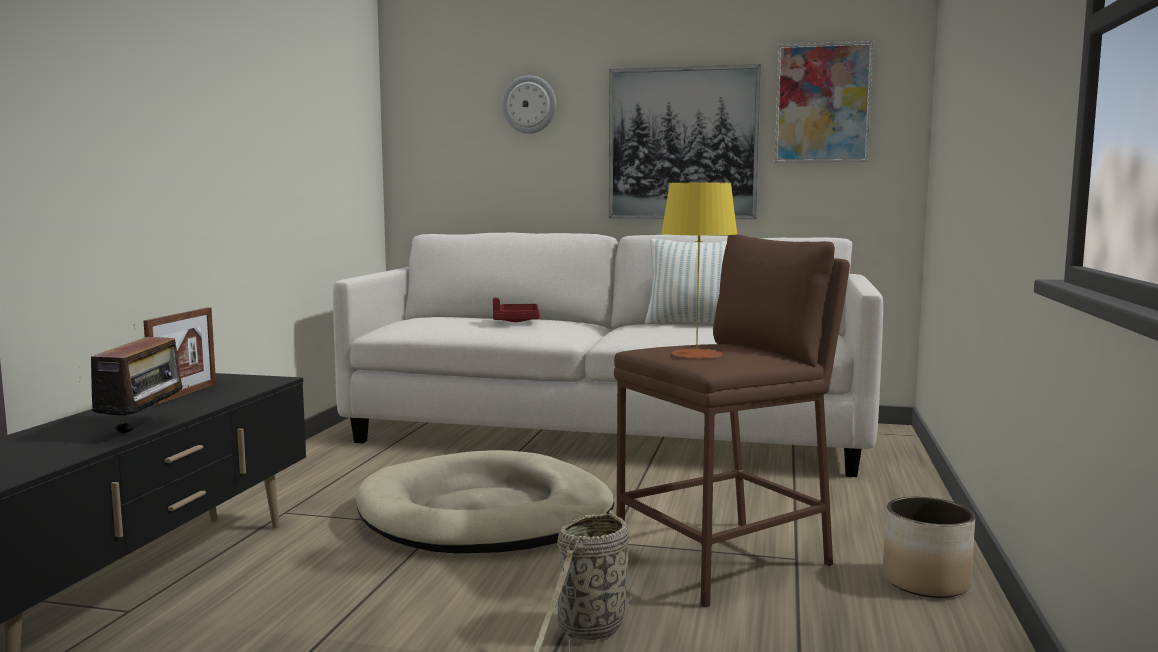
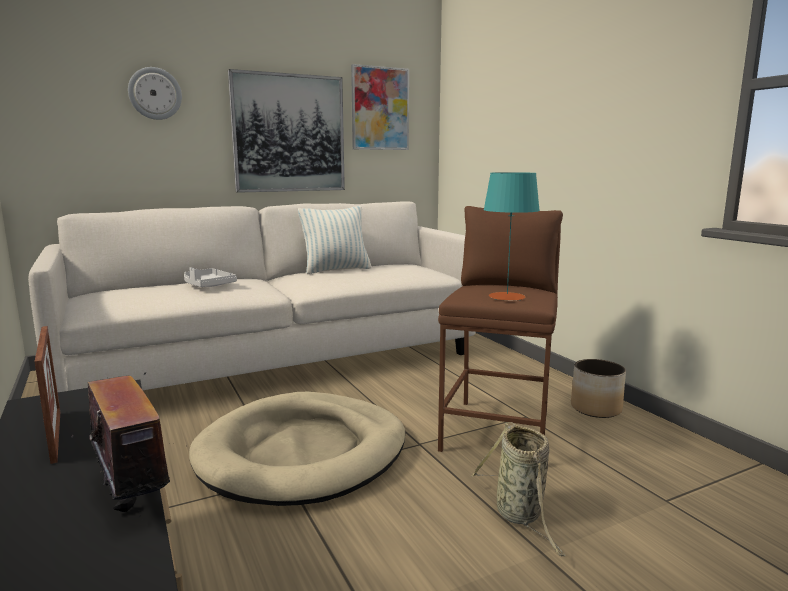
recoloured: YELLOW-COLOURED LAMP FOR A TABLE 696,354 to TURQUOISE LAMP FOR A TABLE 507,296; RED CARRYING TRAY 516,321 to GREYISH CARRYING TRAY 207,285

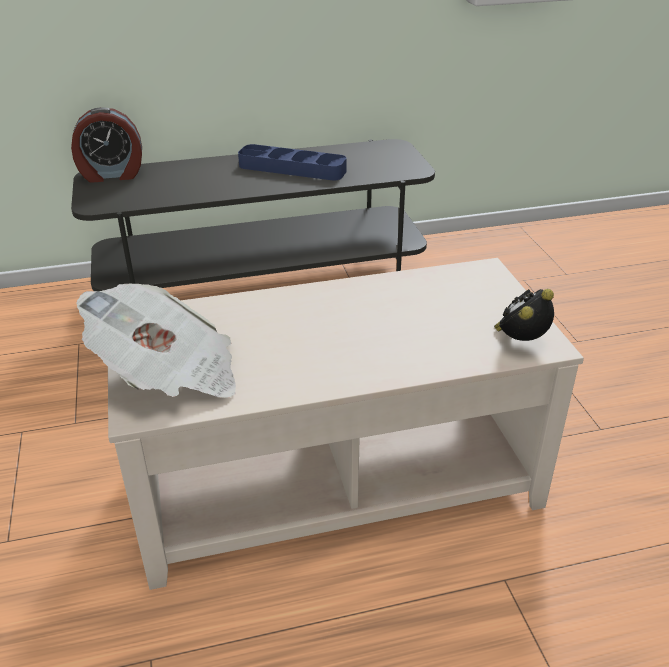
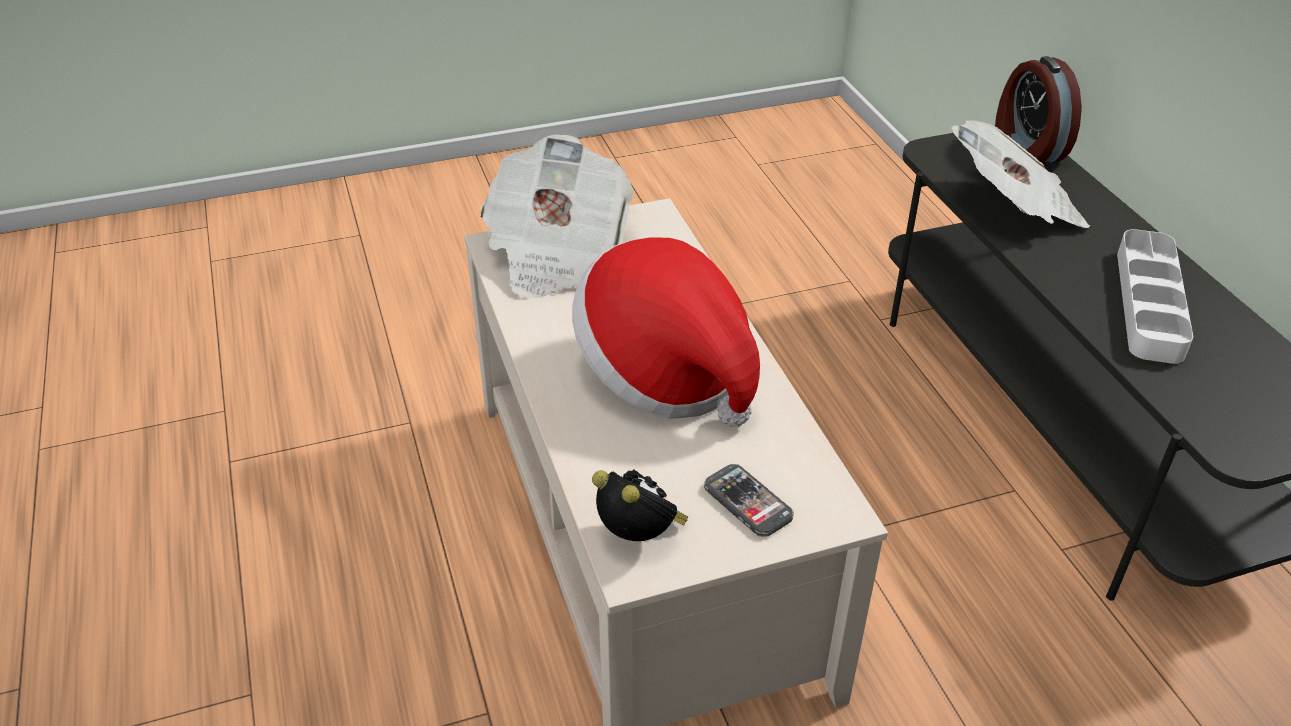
added: DAILY PAPER 1013,208; HAT 665,373; TELEPHONE 747,502
recoloured: BLUISH CARRYING TRAY 292,168 to WHITISH CARRYING TRAY 1149,302

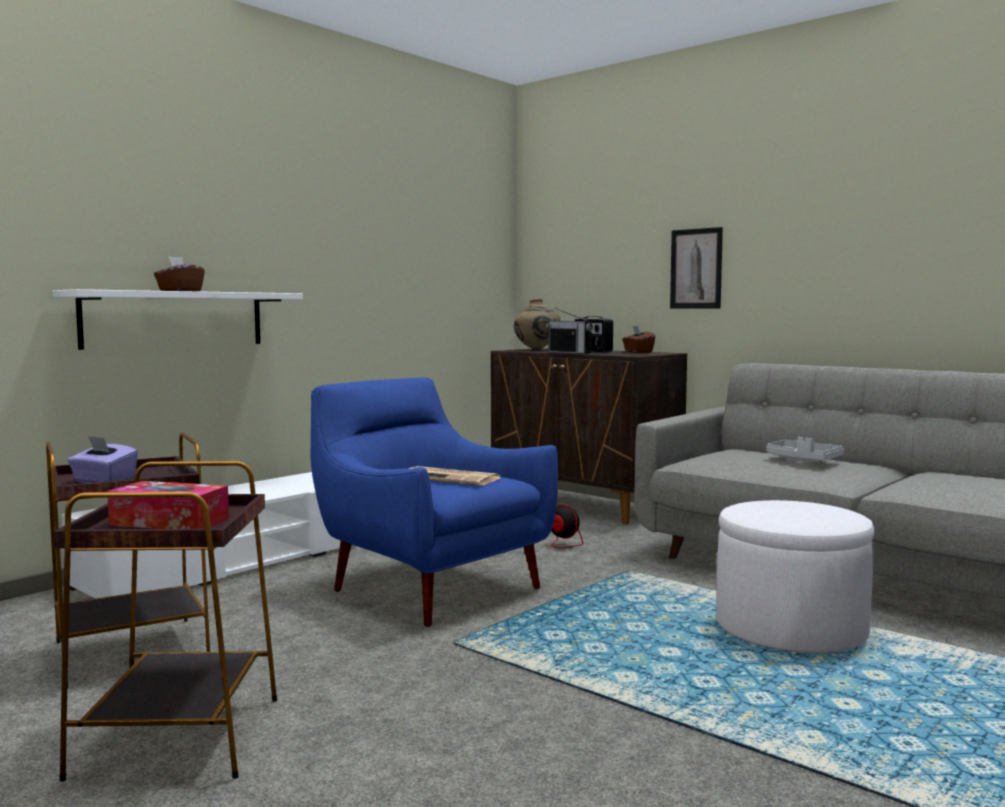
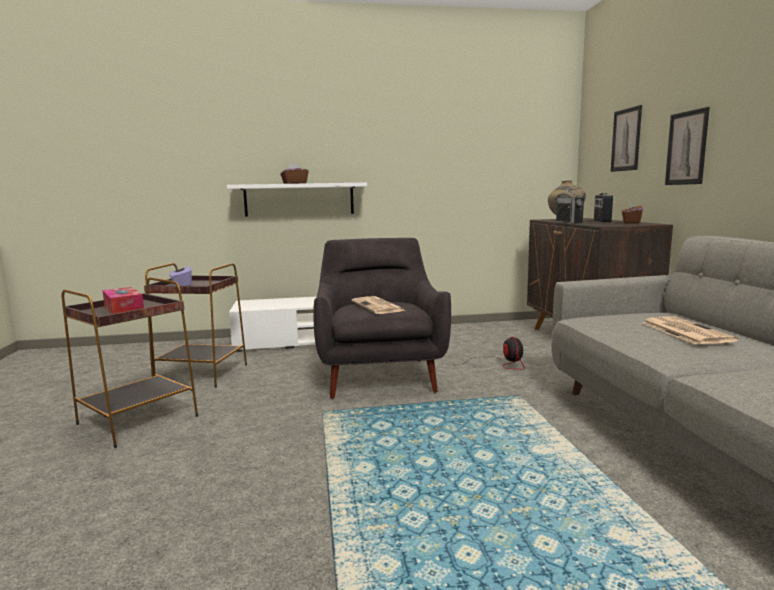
removed: WHITISH OTTOMAN 790,629
added: PICTURE 626,140
replaced: GREYISH CARRYING TRAY 803,460 to DAILY PAPER 684,331
recoloured: BLUISH EASY CHAIR 430,587 to GREYISH EASY CHAIR 379,375

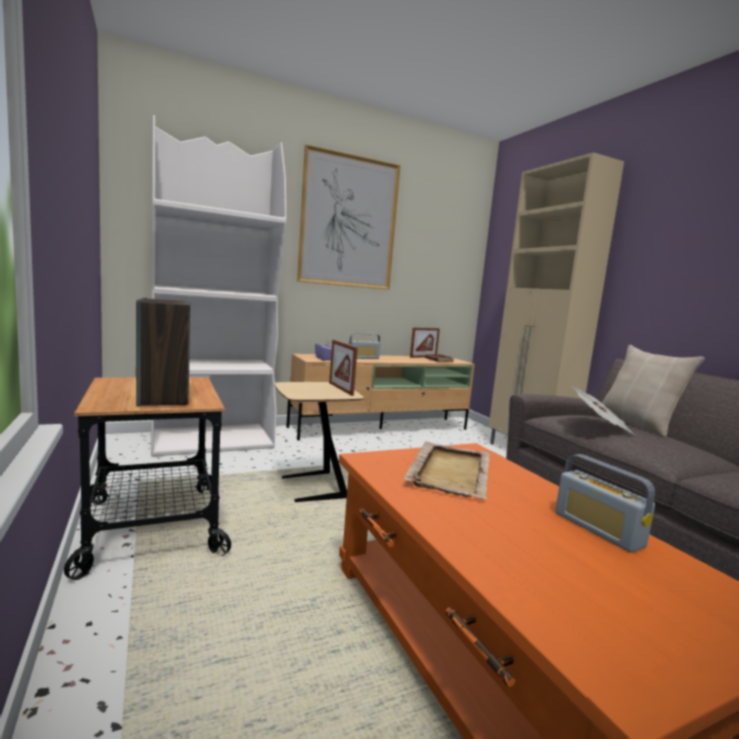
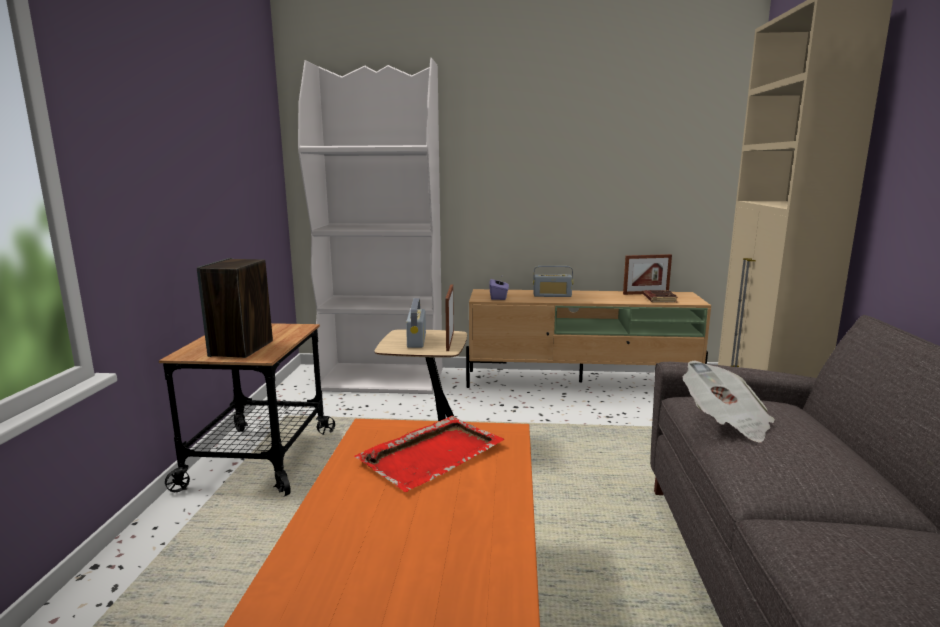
removed: PICTURE 349,222; SAND-COLOURED PILLOW 638,424
moved: RADIO 598,529 to 416,340
recoloured: SAND-COLOURED CARRYING TRAY 450,471 to RED CARRYING TRAY 433,454

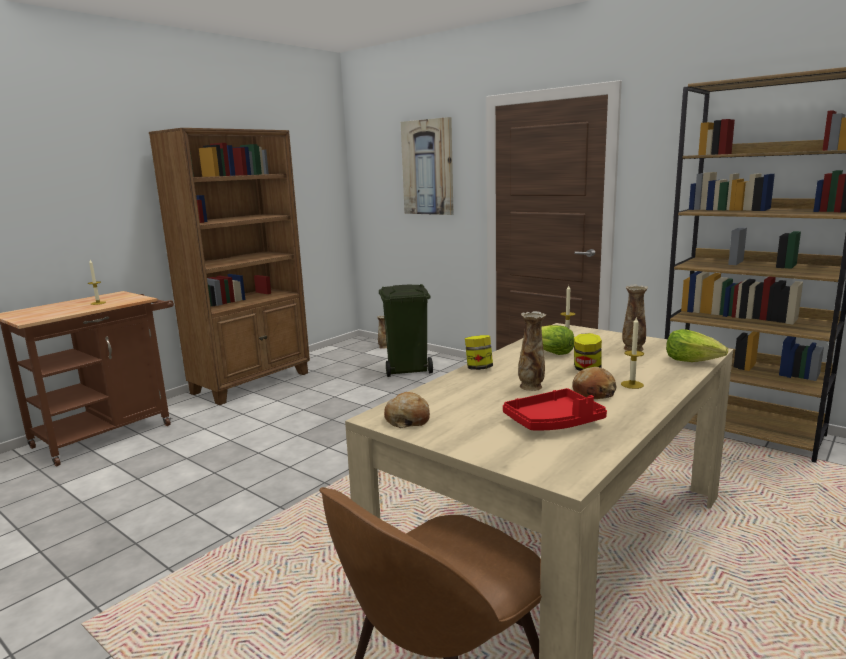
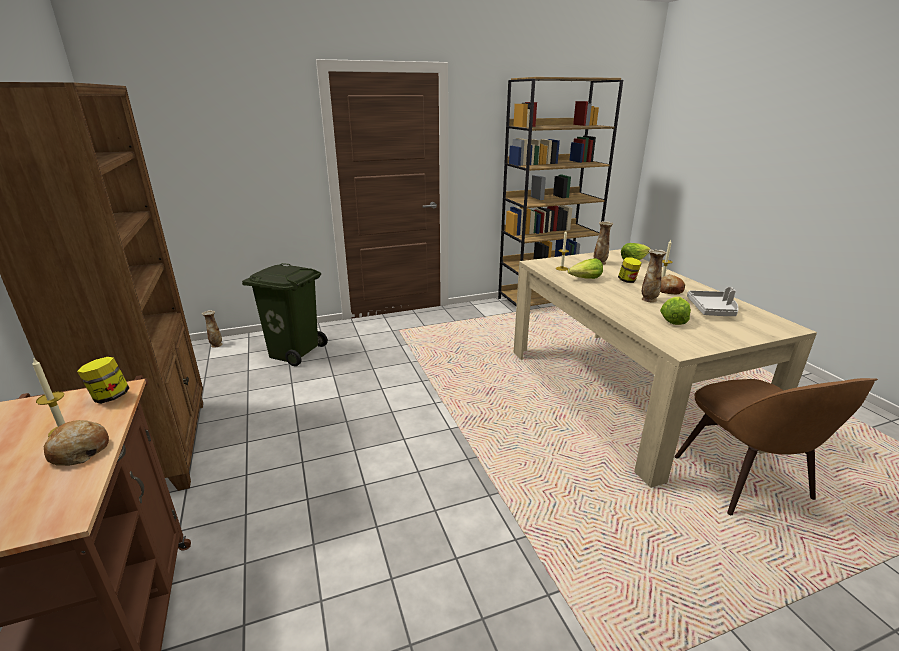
removed: PICTURE 428,167
added: LETTUCE 673,320
moved: JAR 479,368 to 110,397; BREAD 407,419 to 79,450
recoloured: RED CARRYING TRAY 554,422 to GREYISH CARRYING TRAY 712,310

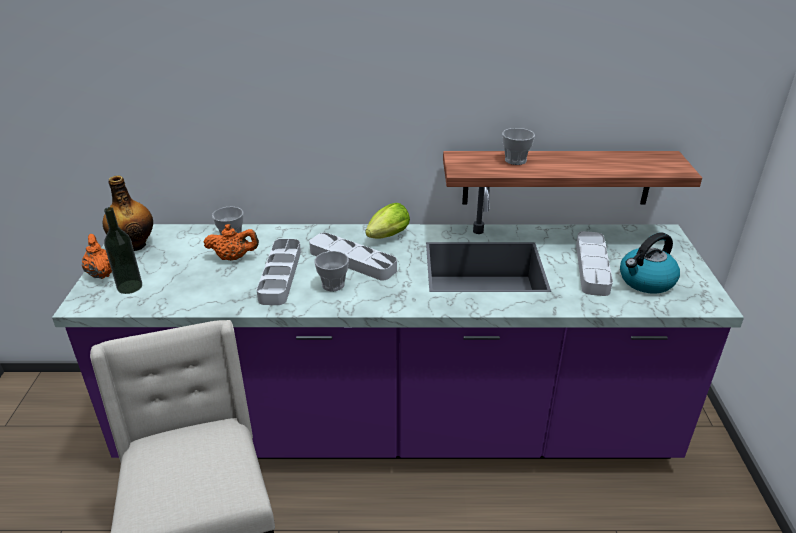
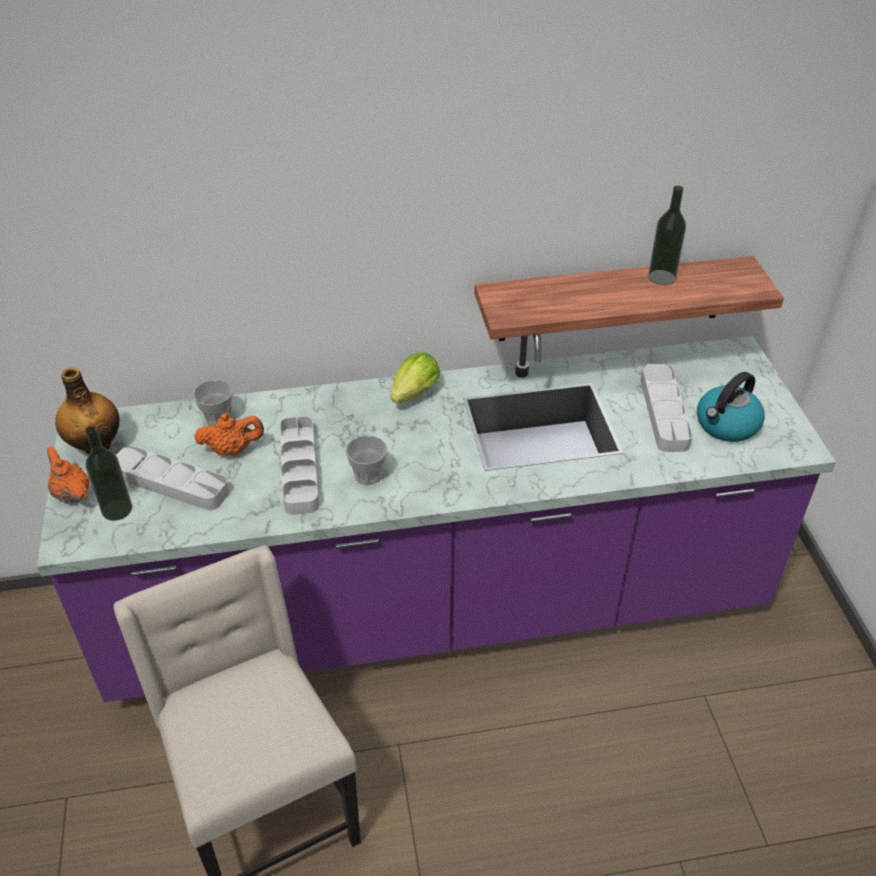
removed: DRINKING CUP 515,160
added: BOTTLE 661,277
moved: GREYISH CARRYING TRAY 352,261 to 171,483

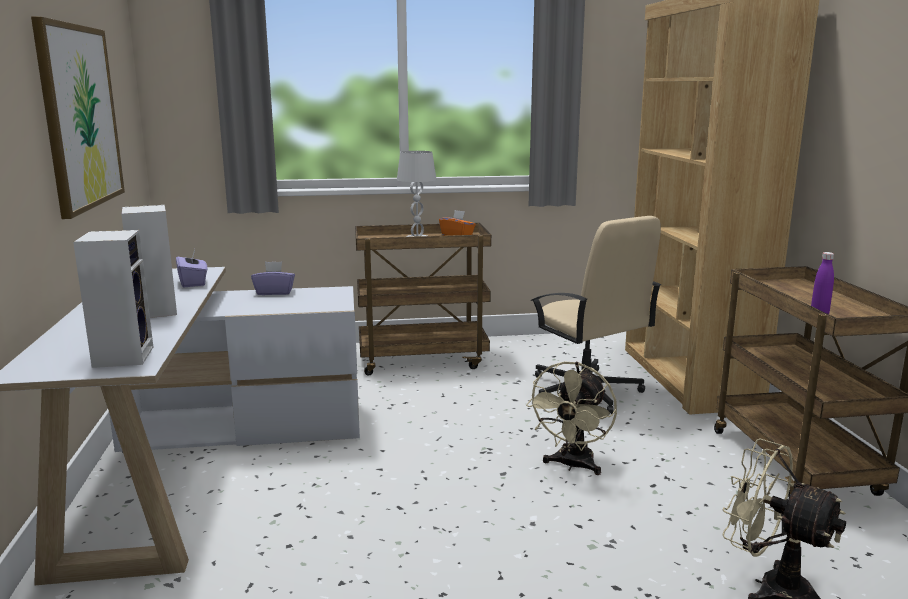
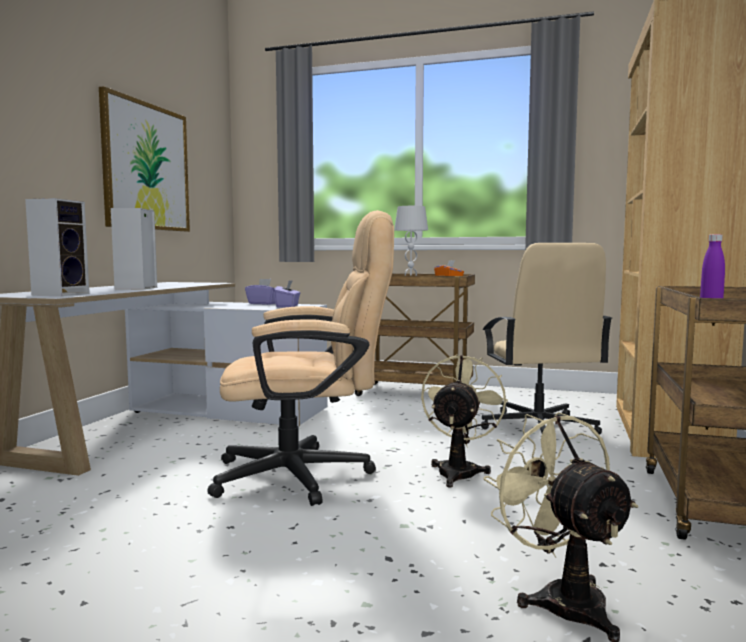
added: SAND-COLOURED COMPUTER CHAIR 308,475
moved: PURPLISH TISSUE HOLDER 193,282 to 287,306
turned: SAND-COLOURED ELECTRIC FAN 572,465 = 459,470 150 degrees clockwise

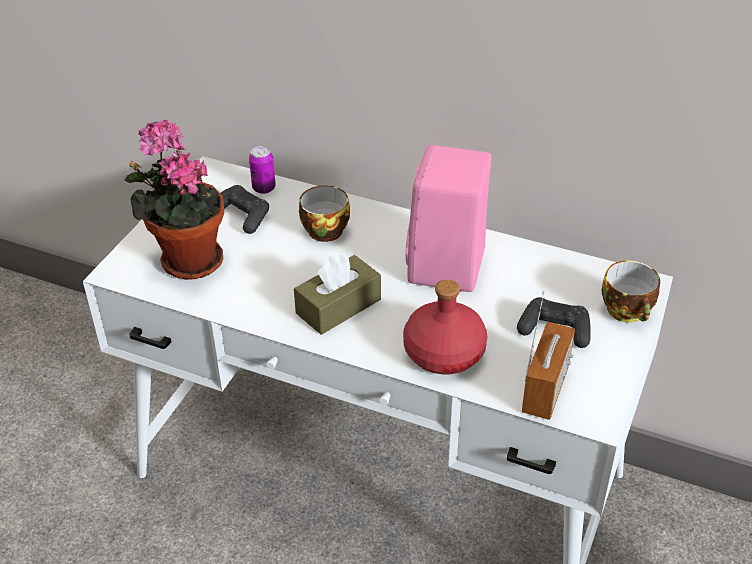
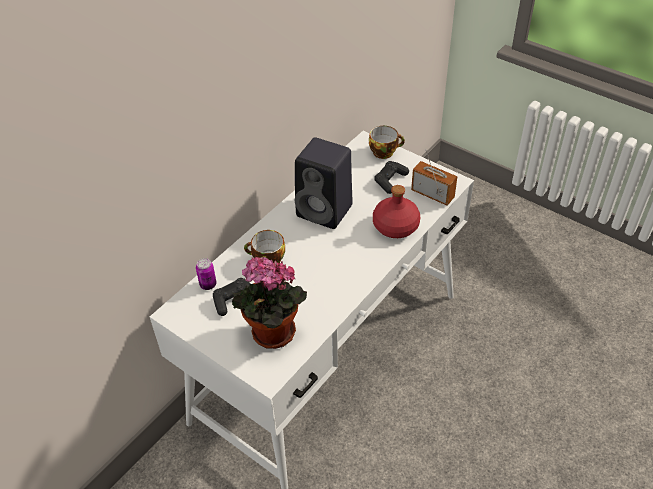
removed: BROWNISH TISSUE HOLDER 338,306
recoloured: PINKISH LOUDSPEAKER 447,268 to BLACKISH LOUDSPEAKER 326,211

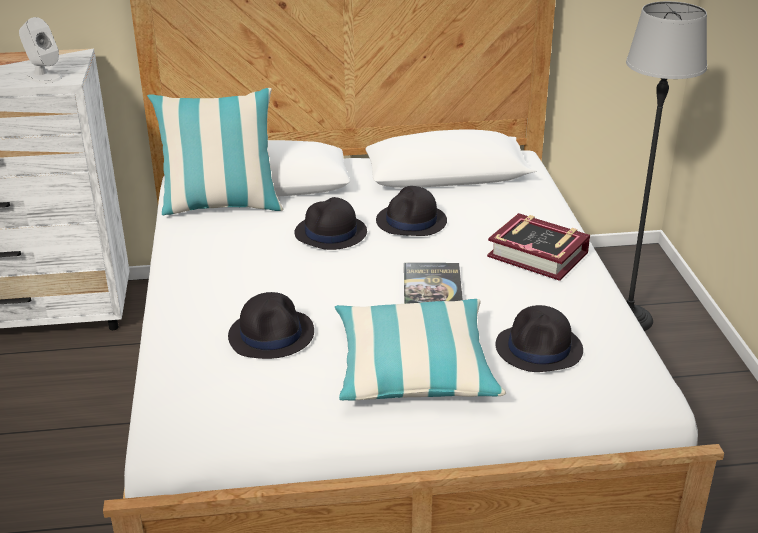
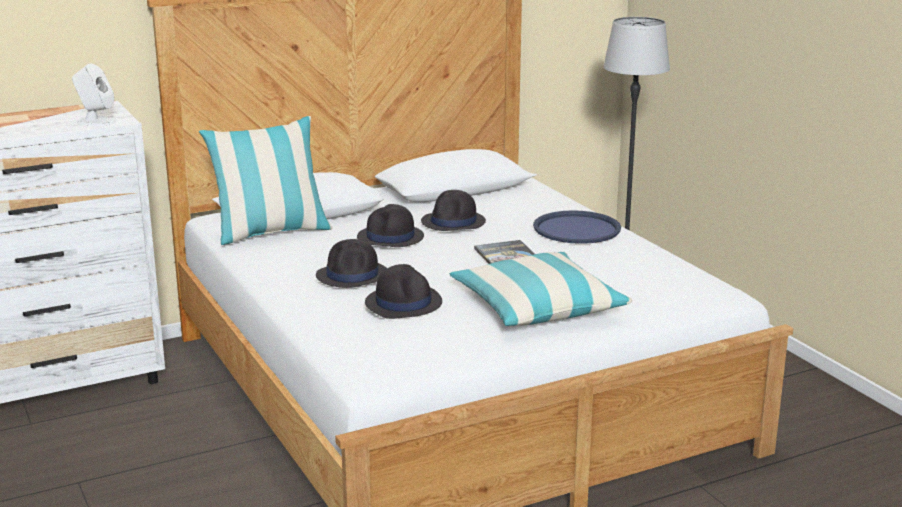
moved: BLACKISH HAT 539,349 to 353,275
replaced: VOLUME 538,254 to BLUISH CARRYING TRAY 576,229

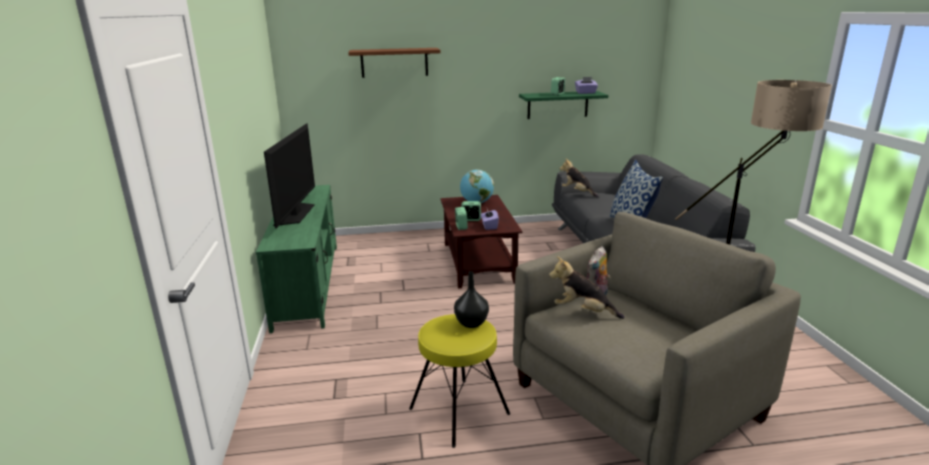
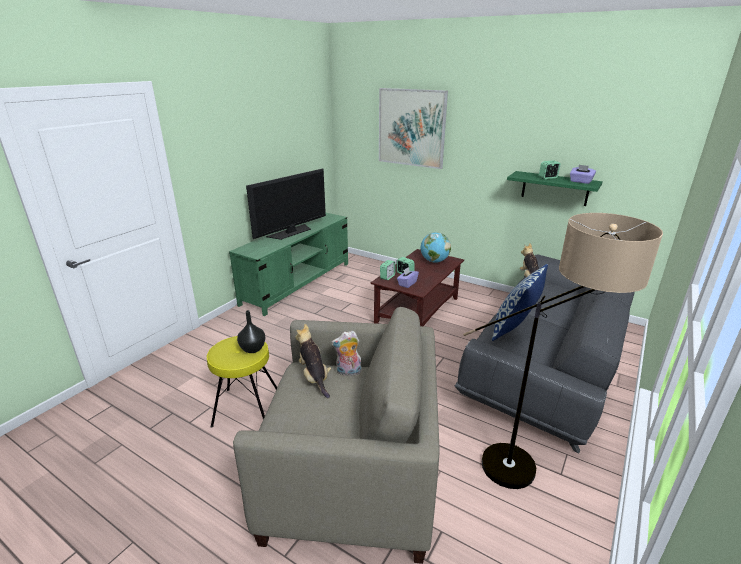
replaced: BROWNISH SHELF 394,62 to PICTURE 411,128

